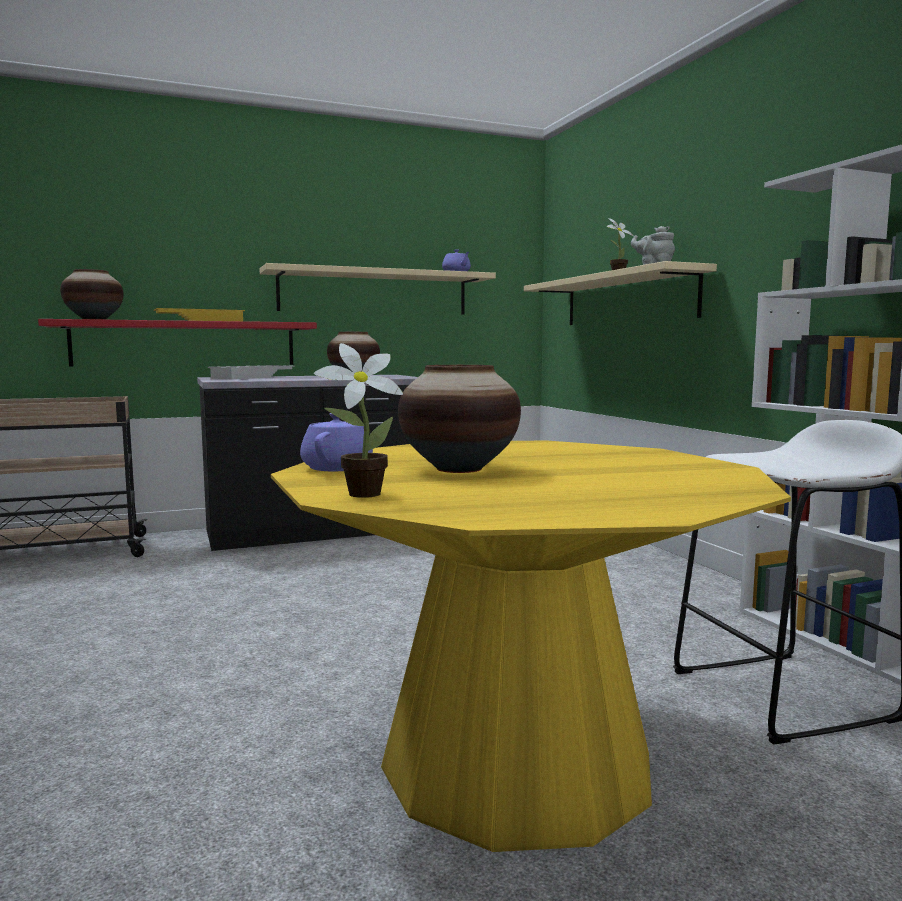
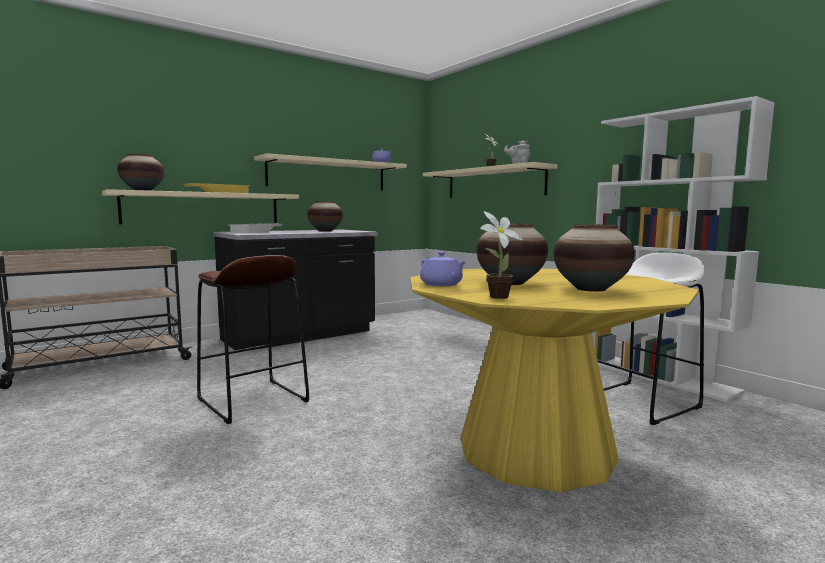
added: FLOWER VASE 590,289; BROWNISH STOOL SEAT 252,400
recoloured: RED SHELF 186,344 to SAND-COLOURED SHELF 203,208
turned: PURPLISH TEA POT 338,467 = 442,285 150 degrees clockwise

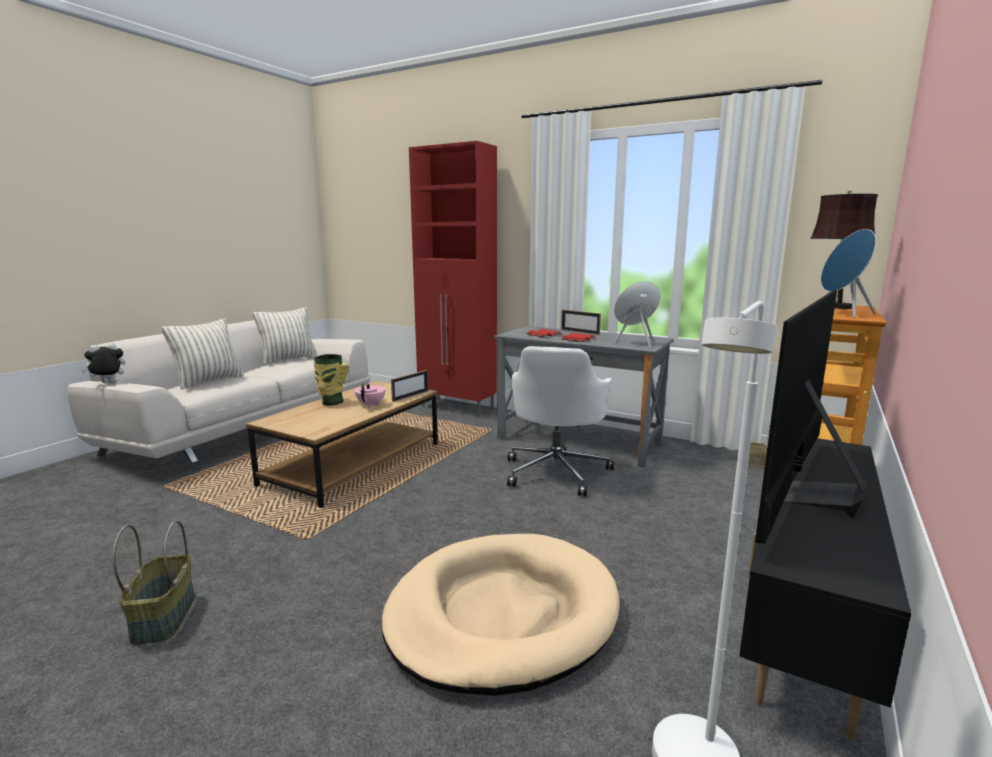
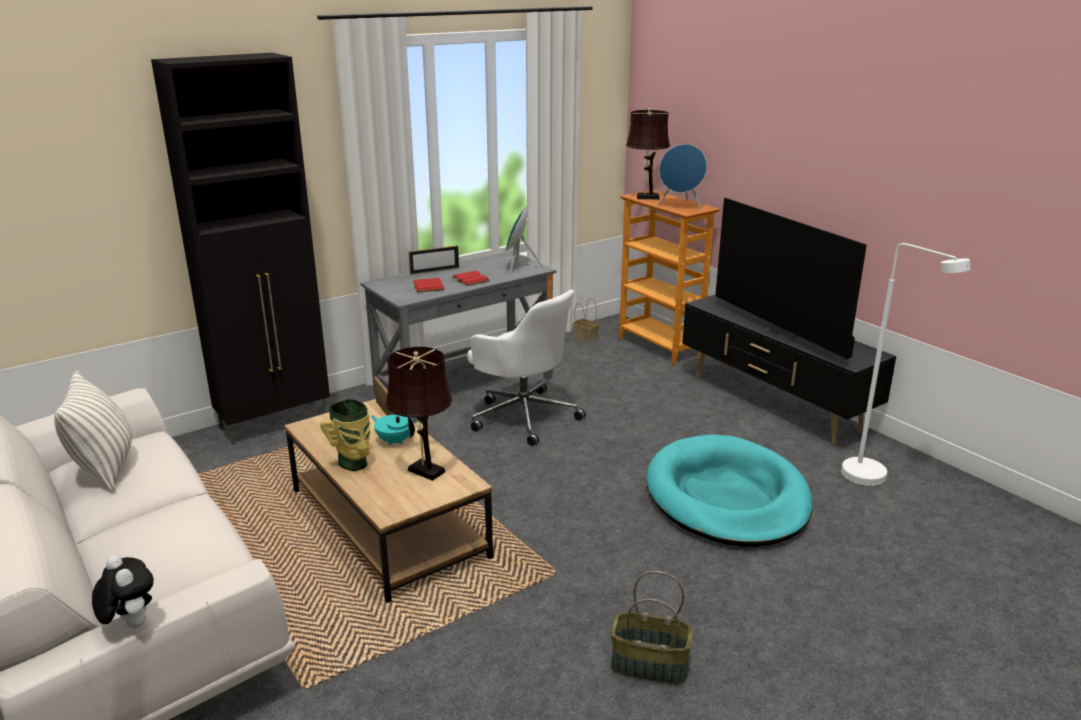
removed: PILLOW 208,381
added: BROWNISH LAMP FOR A TABLE 423,470
recoloured: RED STORAGE CABINET 458,408 to BLACKISH STORAGE CABINET 276,422; PINKISH TEA POT 371,404 to TURQUOISE TEA POT 394,440; SAND-COLOURED DOG CUSHION 502,615 to TURQUOISE DOG CUSHION 727,497
turned: PLUSH TOY 108,383 = 130,624 150 degrees clockwise

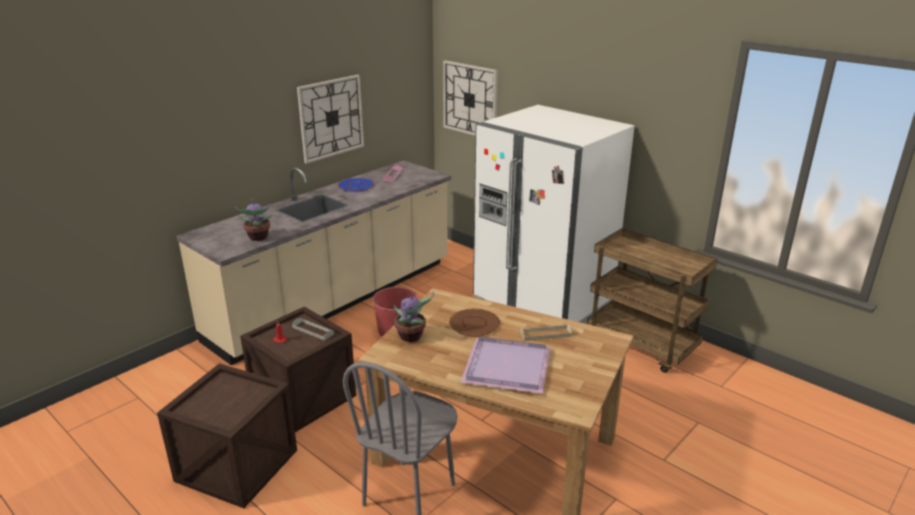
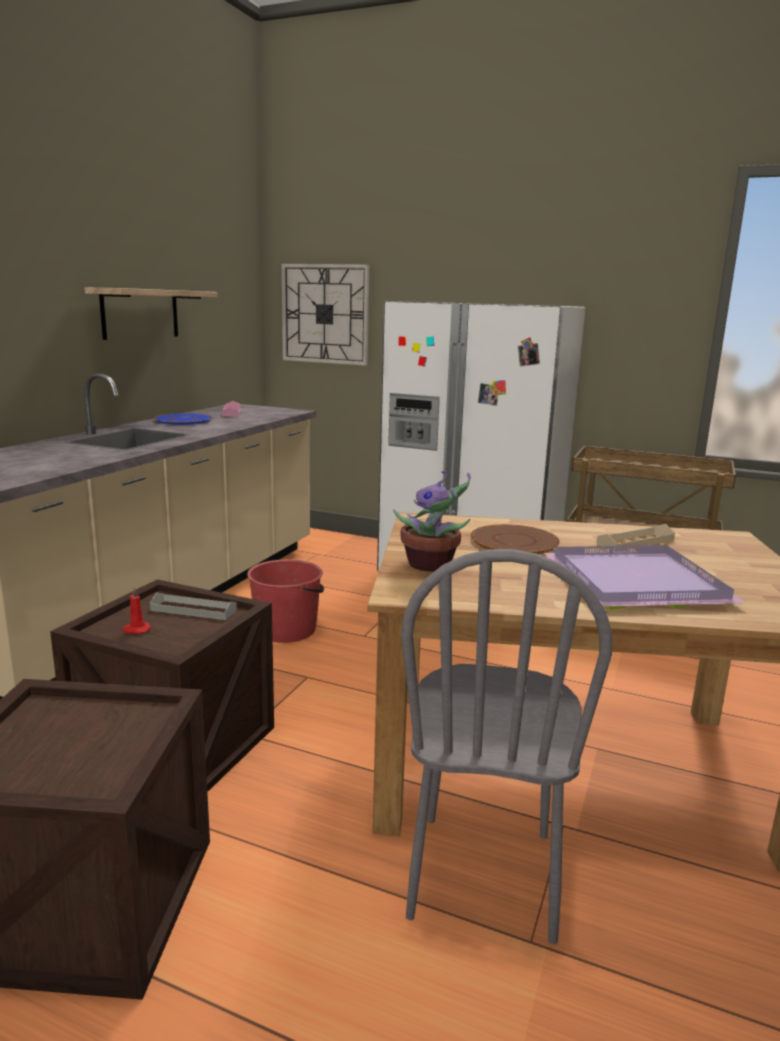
removed: PLANT IN A POT 258,237
replaced: WALL CLOCK 331,118 to SHELF 140,313

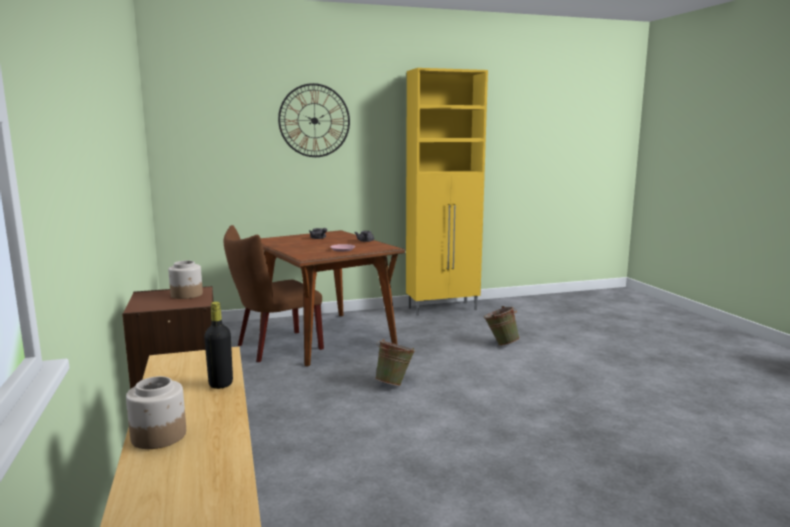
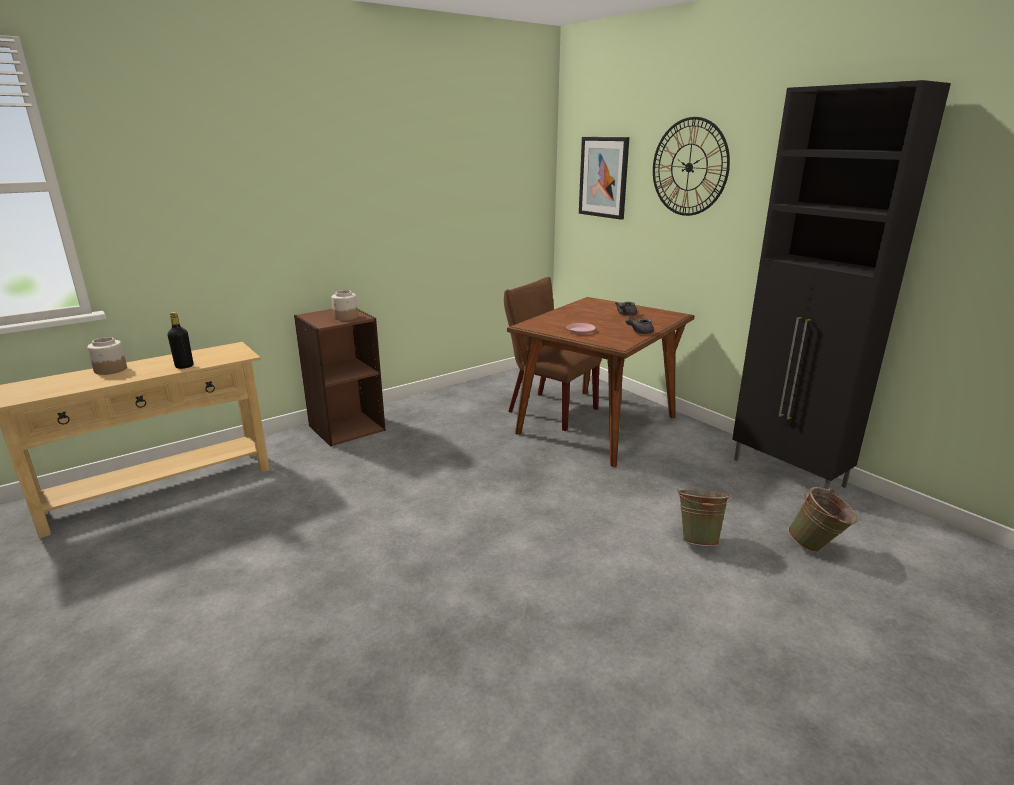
added: PICTURE 603,177
moved: GREEN PAIL 395,383 to 817,547
recoloured: YELLOW-COLOURED STORAGE CABINET 443,309 to BLACKISH STORAGE CABINET 788,473

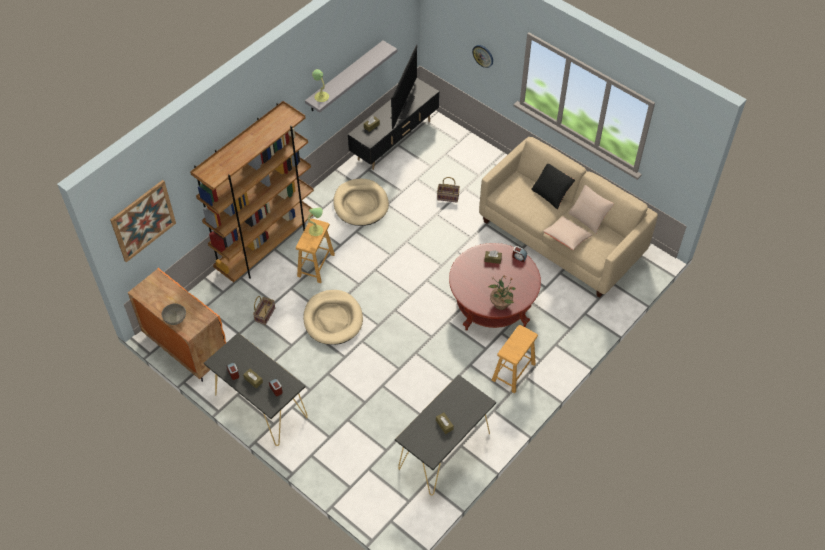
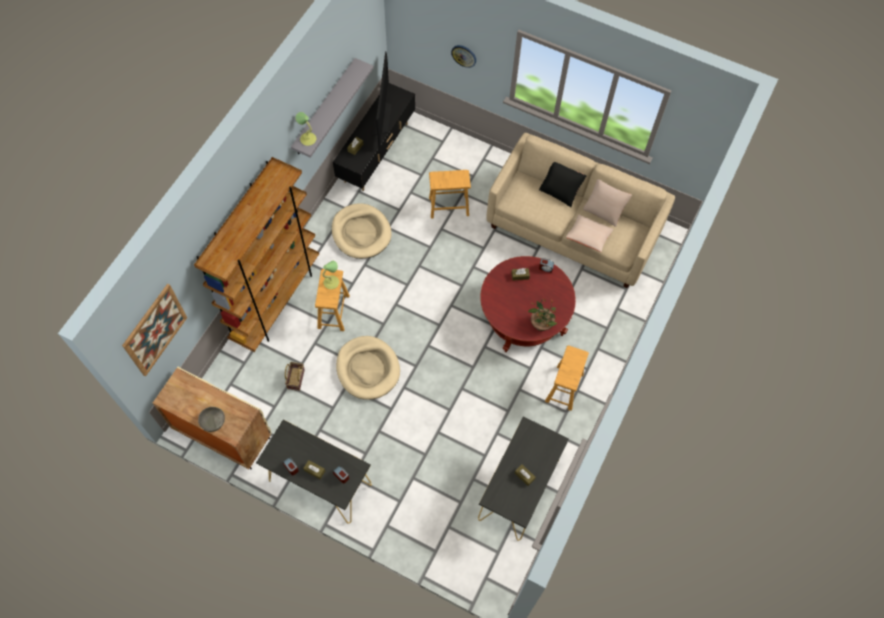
replaced: HOUSEHOLD BASKET 448,197 to BROWNISH STOOL SEAT 449,206
recoloured: ORANGE-COLOURED STORAGE CABINET 185,346 to SAND-COLOURED STORAGE CABINET 222,433

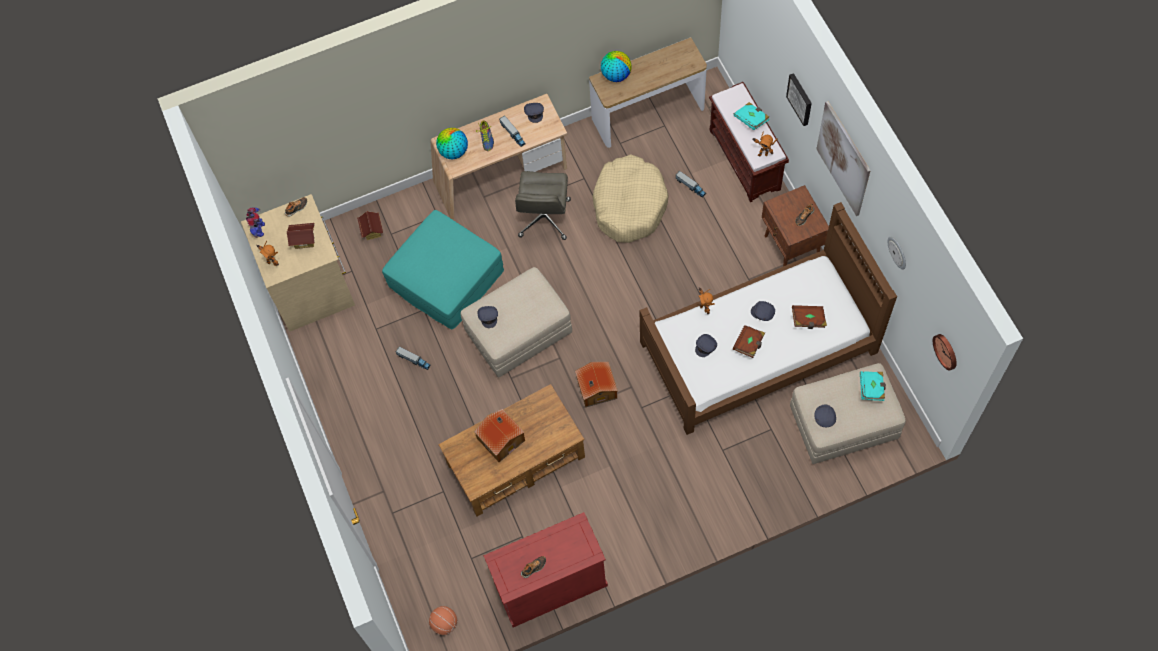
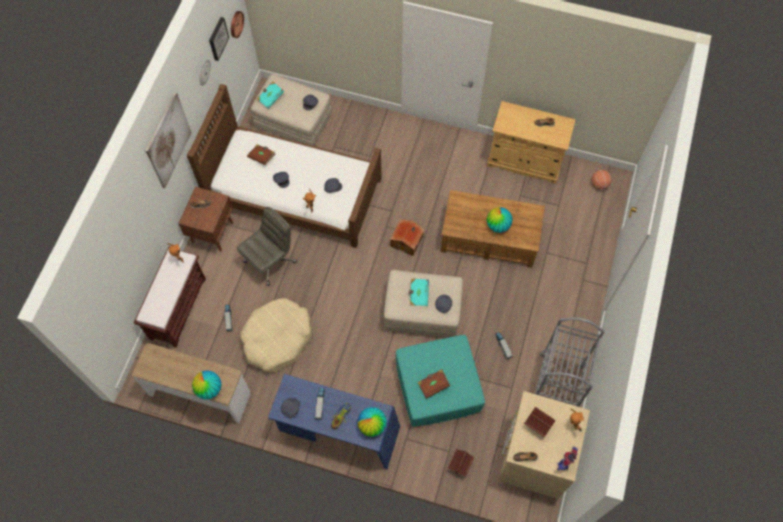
added: GREYISH TROLLEY 557,384
moved: PICTURE 800,99 to 217,38; TURQUOISE VOLUME 751,119 to 418,294; GREYISH COMPUTER CHAIR 544,219 to 270,261; BROWNISH VOLUME 749,344 to 433,385
replaced: TOY HOUSE 501,438 to WORLD GLOBE 498,226
recoloured: SAND-COLOURED DESK 502,177 to BLUISH DESK 338,431; RED STORAGE CABINET 550,584 to SAND-COLOURED STORAGE CABINET 524,161

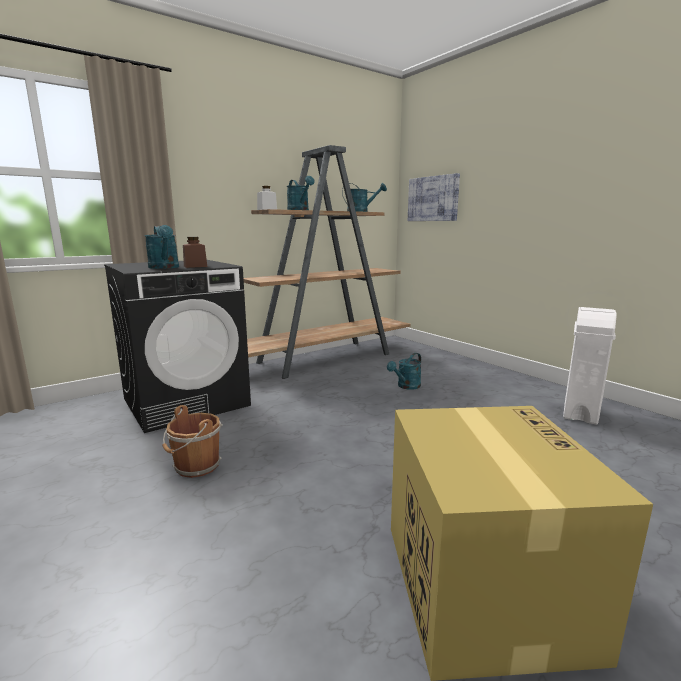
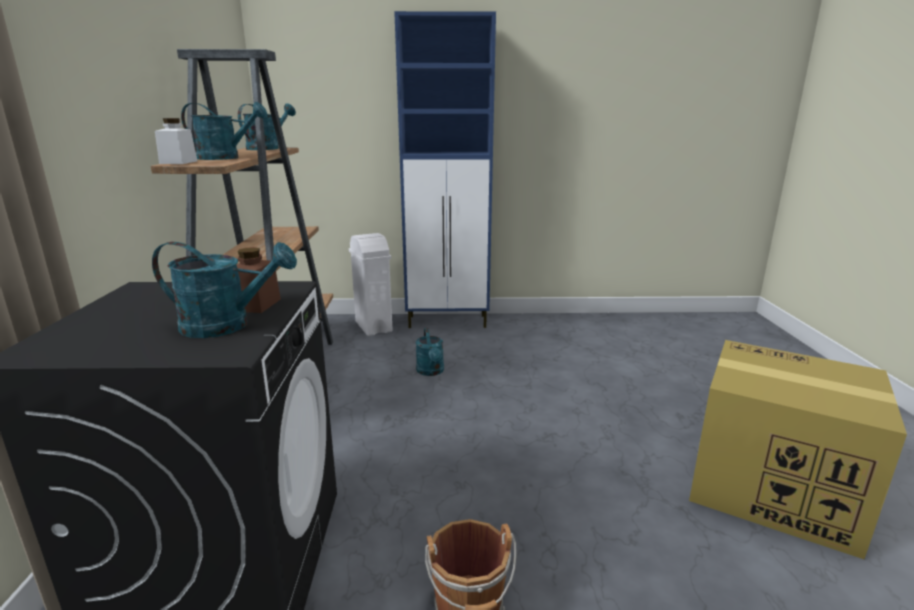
removed: PICTURE 433,199
added: BLUISH STORAGE CABINET 448,321
moved: WHITISH WASTE BIN 580,412 to 373,326

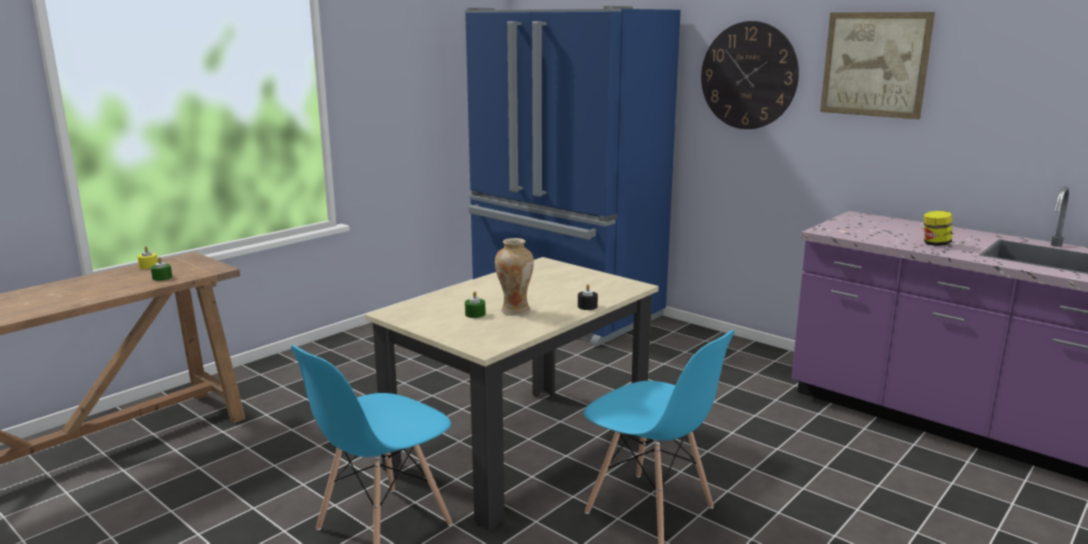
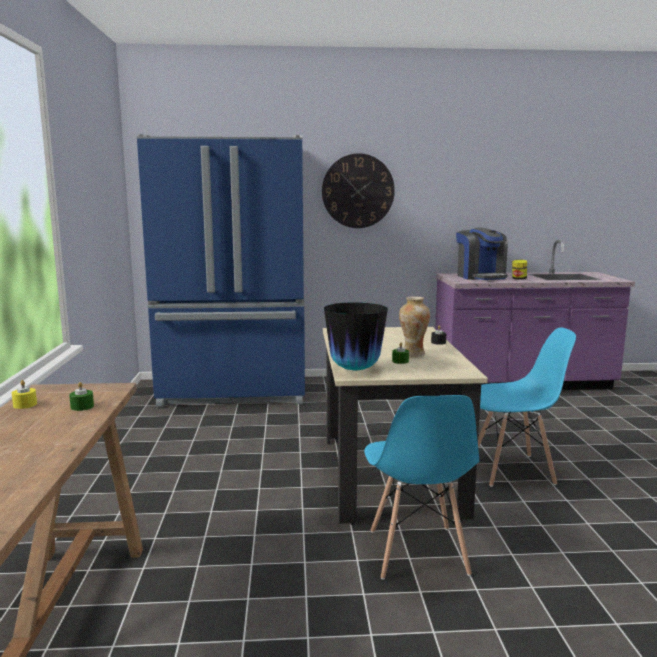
removed: PICTURE 875,64
added: COFFEE BREWER 481,277; FLOWER VASE 355,369

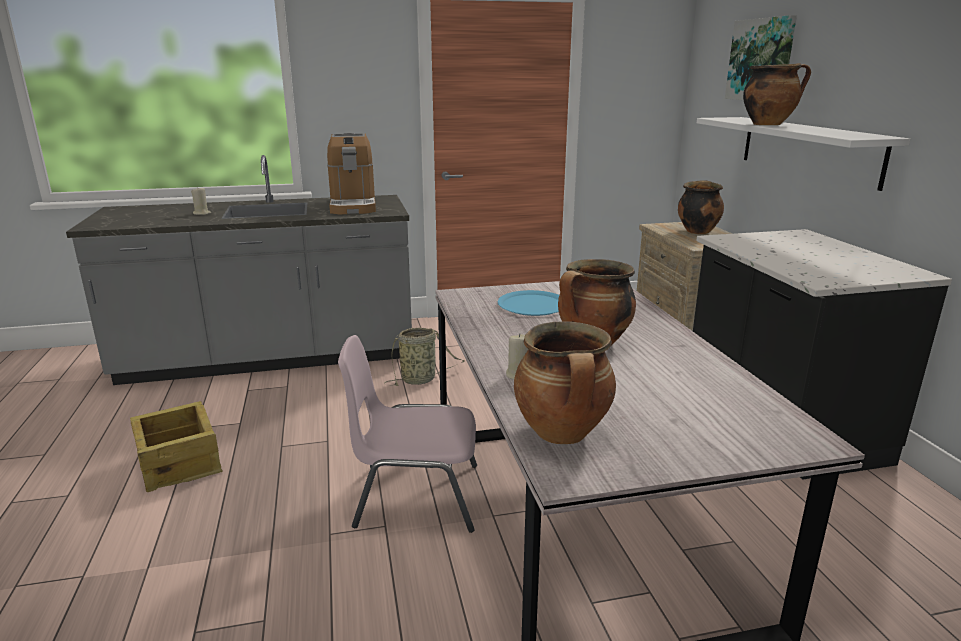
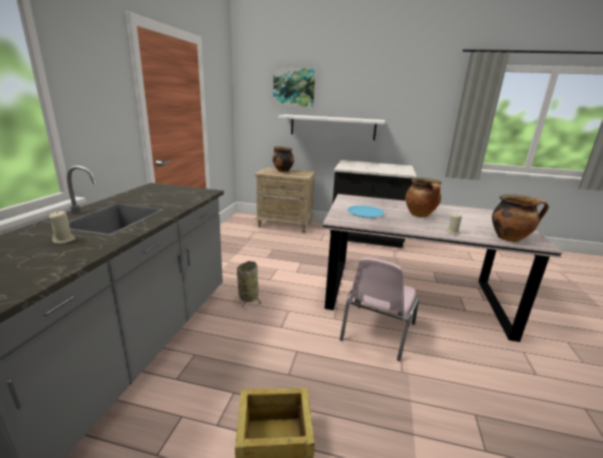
removed: COOKING POT 768,124; COFFEE BREWER 353,205

